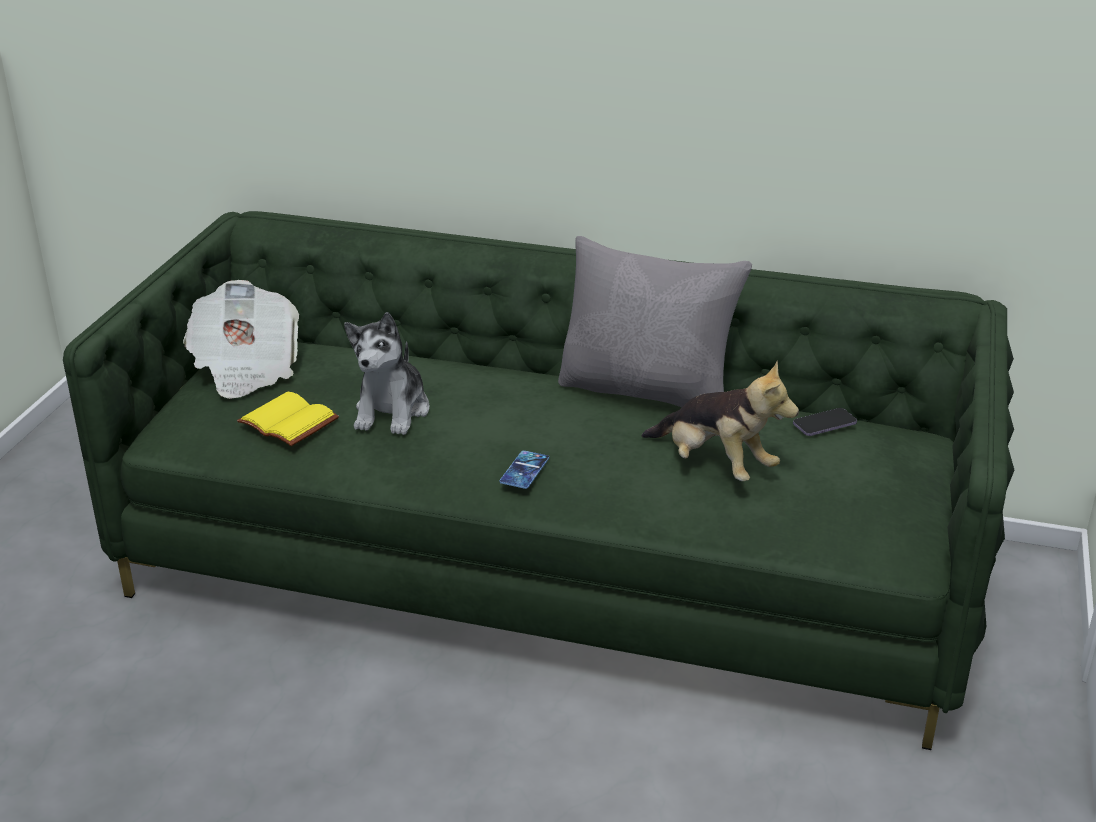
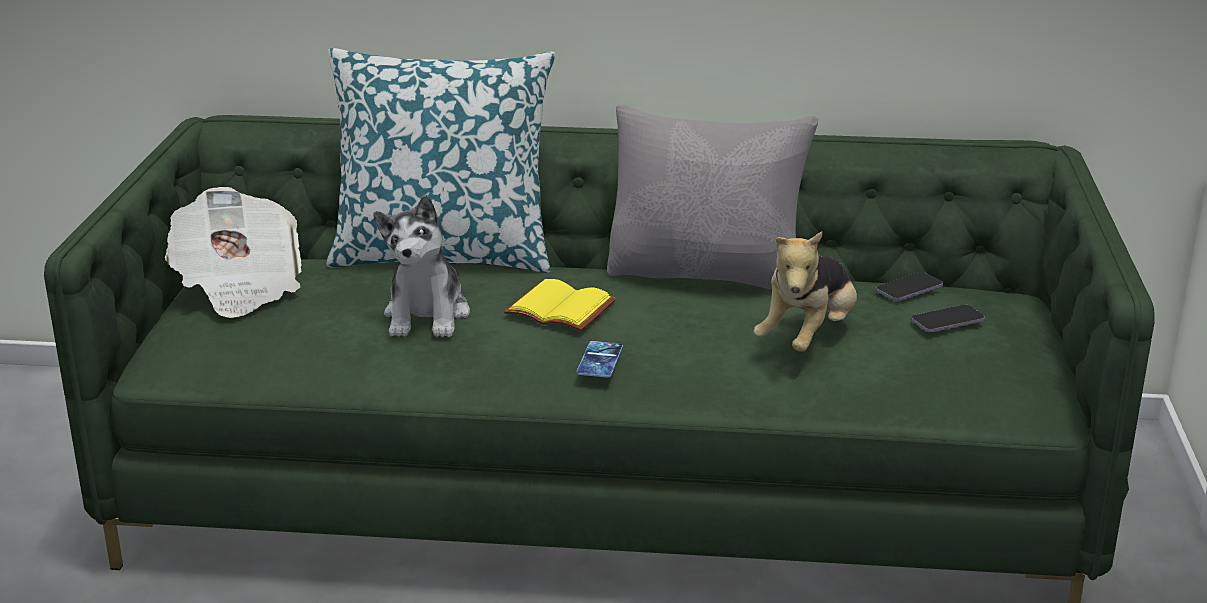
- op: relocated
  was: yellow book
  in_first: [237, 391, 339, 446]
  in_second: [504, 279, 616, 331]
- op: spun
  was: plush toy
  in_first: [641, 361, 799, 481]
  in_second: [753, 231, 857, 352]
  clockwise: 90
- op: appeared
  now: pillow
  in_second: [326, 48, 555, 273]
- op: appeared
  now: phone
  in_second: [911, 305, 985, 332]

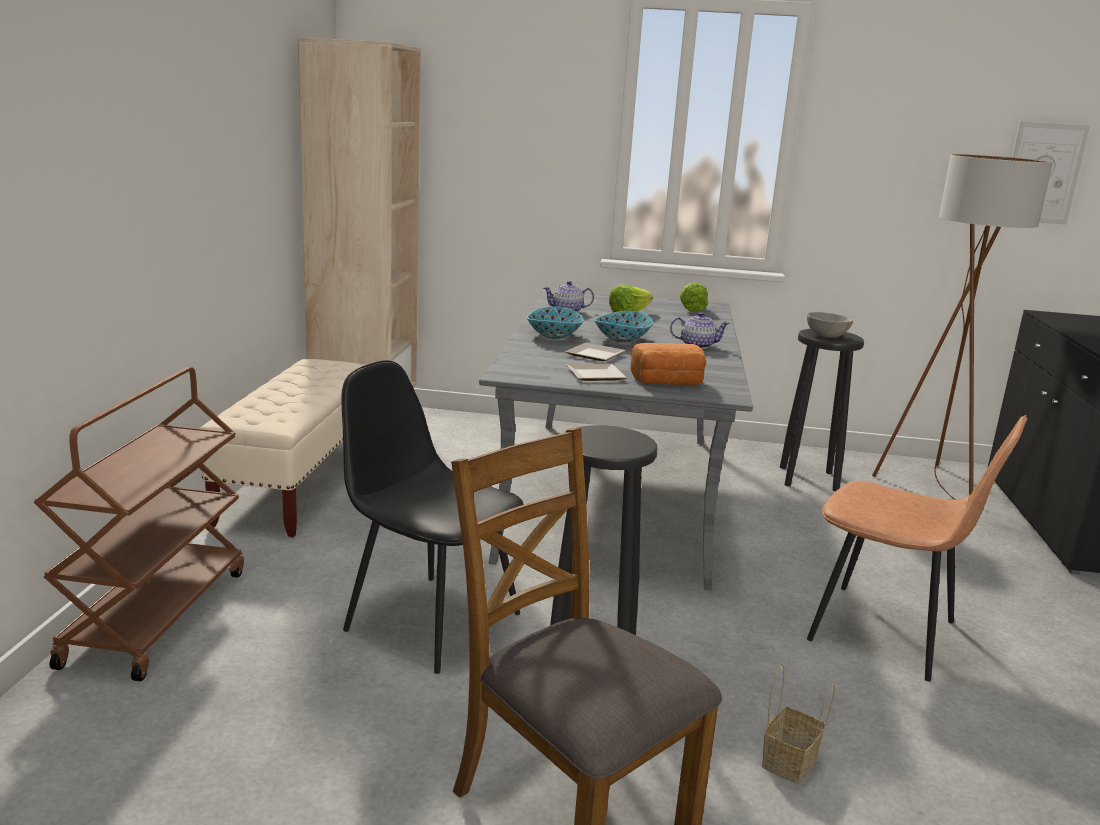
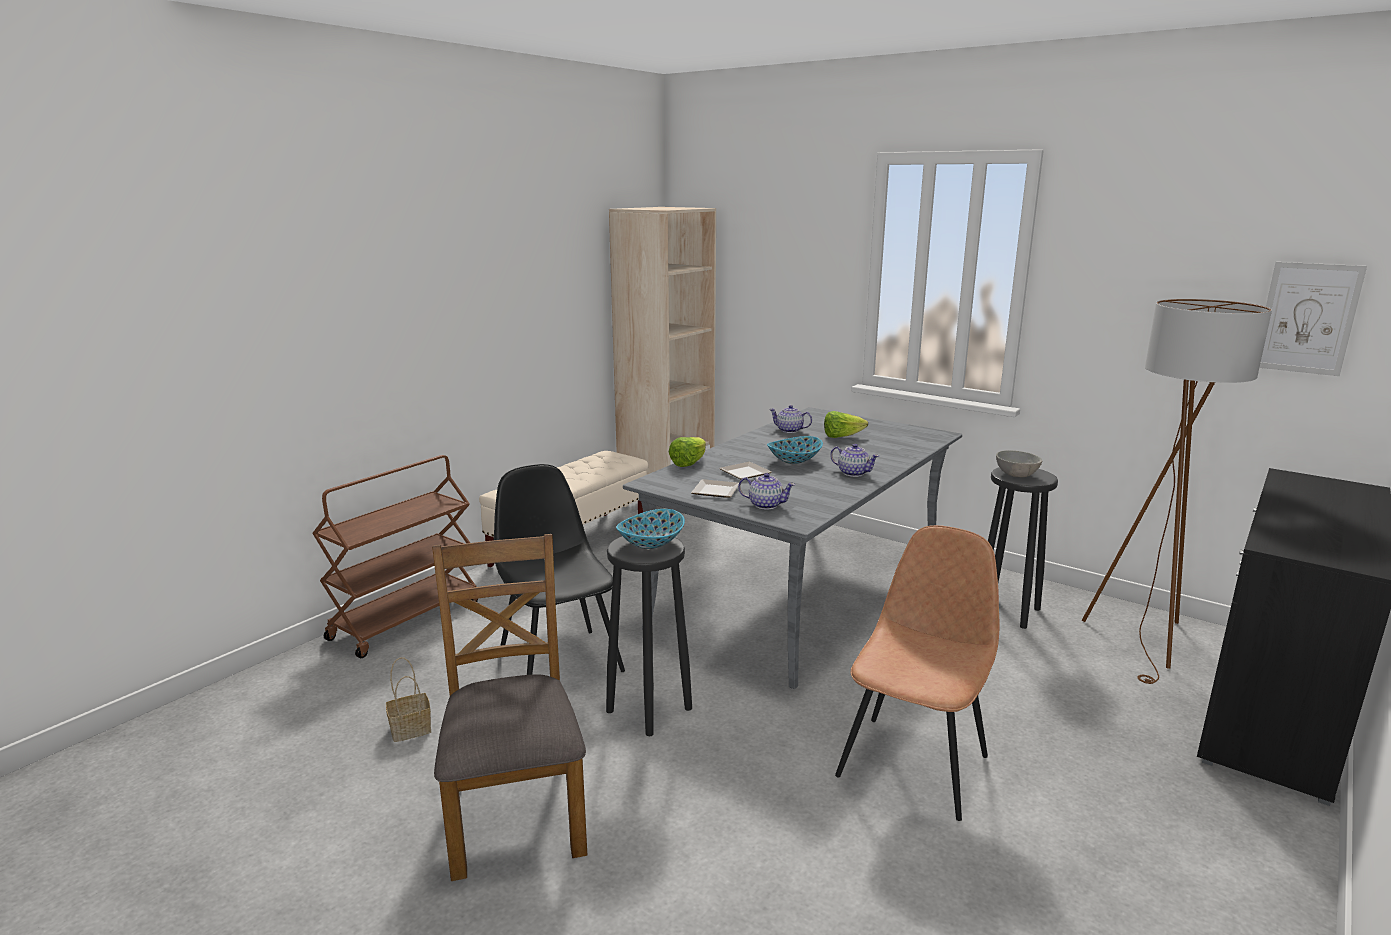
- op: relocated
  was: bowl
  in_first: [527, 306, 584, 339]
  in_second: [616, 509, 685, 549]
- op: exchanged
  was: bread
  now: teapot
  in_first: [630, 343, 706, 385]
  in_second: [738, 473, 795, 510]
- op: relocated
  was: lettuce
  in_first: [680, 282, 708, 312]
  in_second: [669, 437, 706, 467]
- op: relocated
  was: basket
  in_first: [762, 663, 835, 784]
  in_second: [386, 657, 431, 742]
- op: spun
  was: brown chair
  in_first: [807, 415, 1028, 681]
  in_second: [835, 525, 1000, 821]
  clockwise: -120

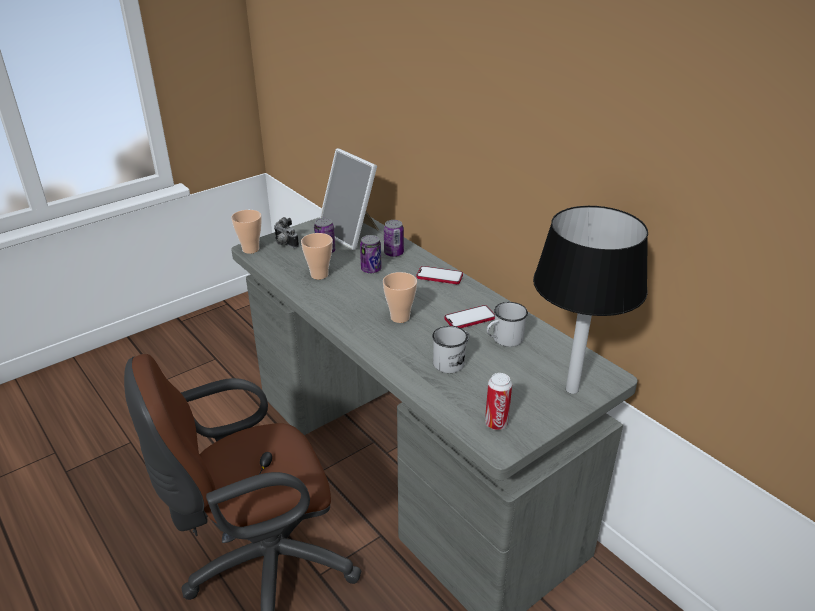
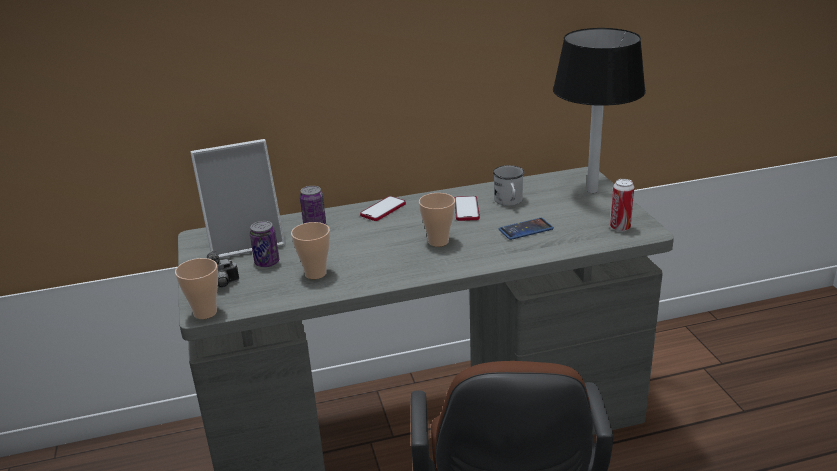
- op: missing
  was: can
  in_first: [360, 235, 382, 273]
- op: exchanged
  was: white mug
  now: phone
  in_first: [432, 326, 470, 373]
  in_second: [499, 218, 554, 240]

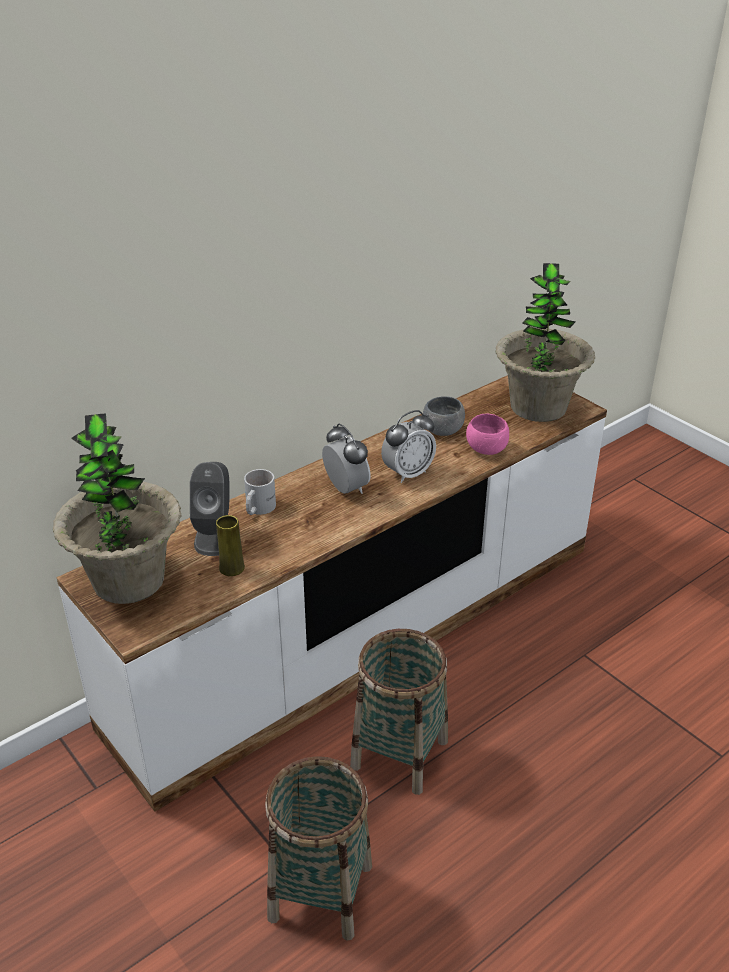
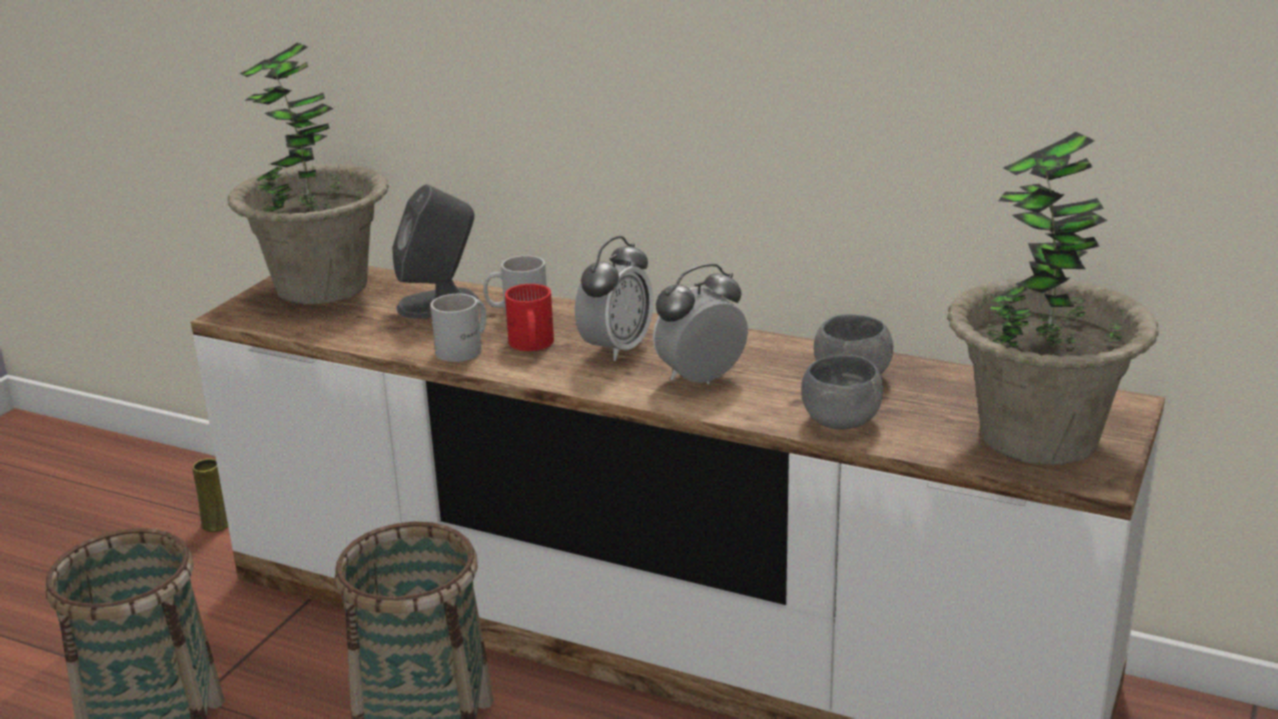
- op: relocated
  was: yellow vase
  in_first: [216, 515, 245, 576]
  in_second: [192, 458, 228, 532]
- op: spun
  was: alarm clock
  in_first: [381, 410, 436, 483]
  in_second: [653, 264, 748, 384]
  clockwise: 120
- op: colour
  was: pink bowl
  now: grey bowl
  in_first: [466, 414, 509, 455]
  in_second: [801, 355, 883, 429]
- op: appeared
  now: white mug
  in_second: [430, 294, 487, 362]
- op: appeared
  now: red mug
  in_second: [505, 284, 554, 351]

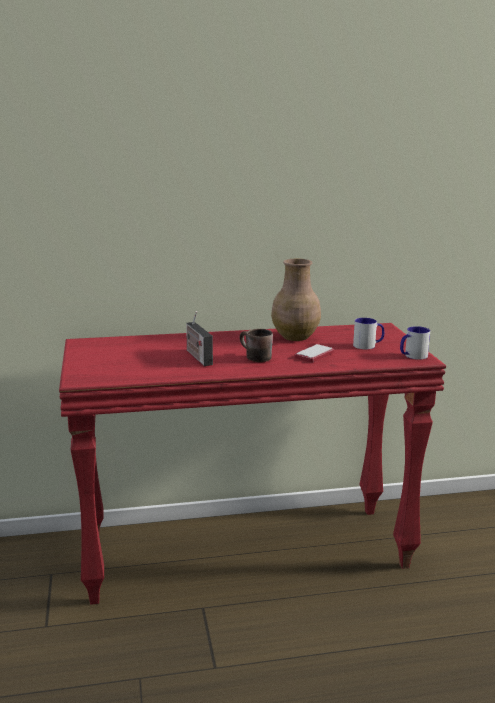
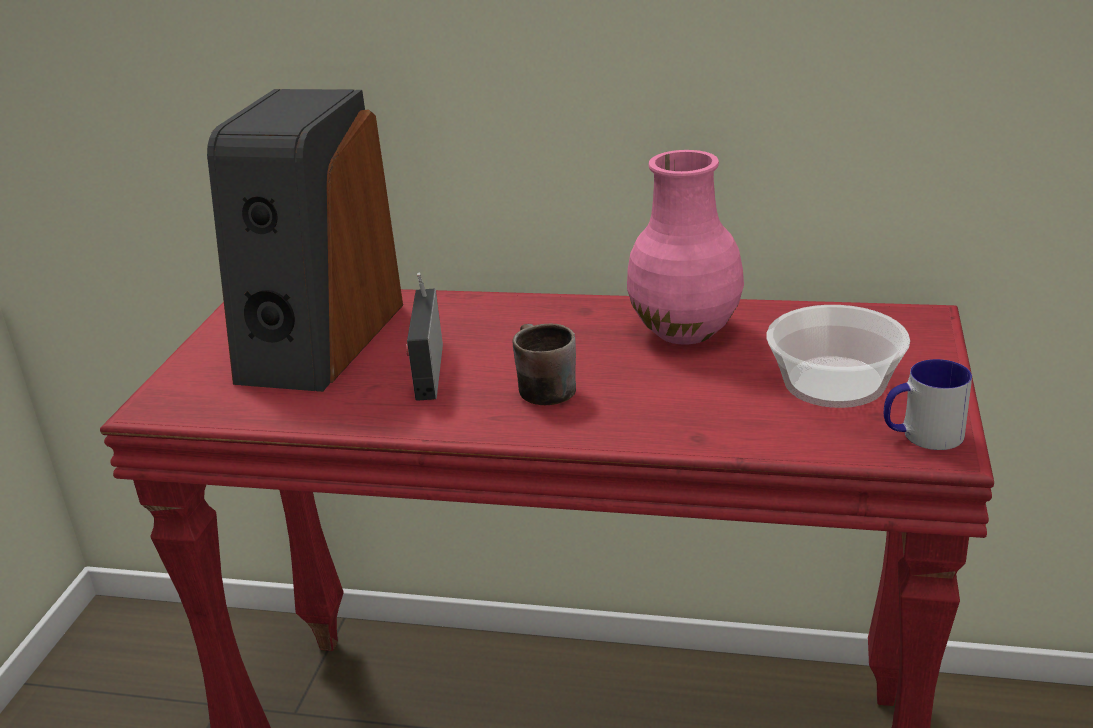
- op: colour
  was: brown vase
  now: pink vase
  in_first: [271, 259, 321, 341]
  in_second: [627, 150, 744, 345]
- op: missing
  was: phone
  in_first: [295, 344, 334, 362]
- op: exchanged
  was: mug
  now: bowl
  in_first: [353, 318, 384, 349]
  in_second: [766, 305, 910, 408]
- op: appeared
  now: speaker
  in_second: [207, 89, 403, 392]

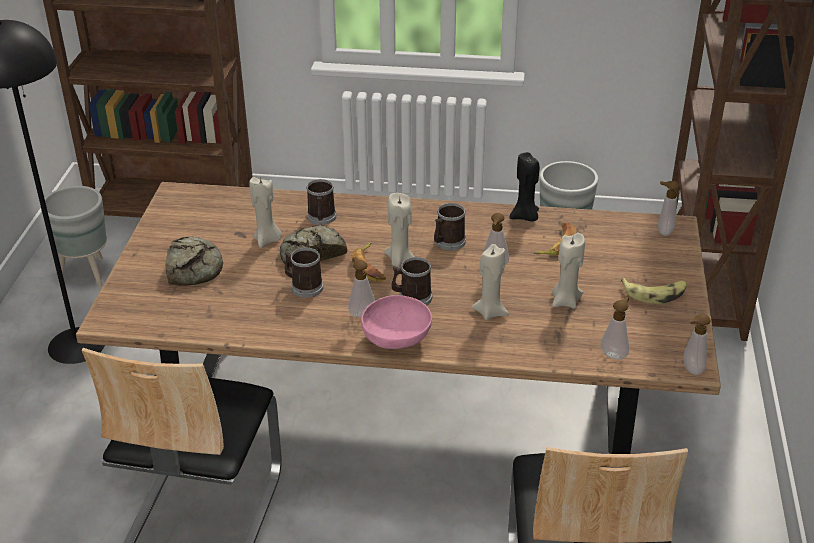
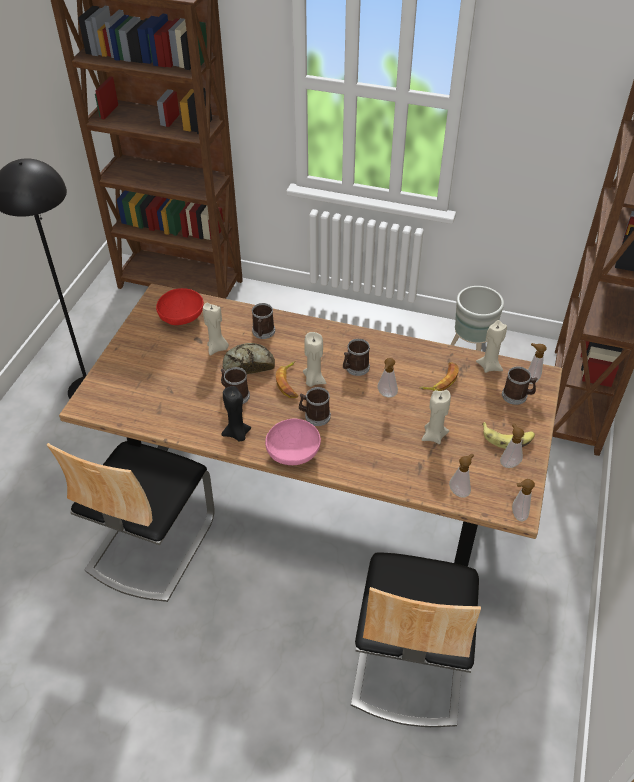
- op: missing
  was: grey planter
  in_first: [41, 186, 107, 287]
- op: missing
  was: bread
  in_first: [166, 236, 223, 285]
- op: relocated
  was: soap dispenser
  in_first: [348, 257, 375, 317]
  in_second: [500, 423, 524, 468]
- op: relocated
  was: beige candle
  in_first: [471, 244, 509, 321]
  in_second: [476, 320, 507, 373]
- op: relocated
  was: black candle
  in_first: [510, 152, 540, 222]
  in_second: [222, 386, 251, 441]
- op: appeared
  now: red bowl
  in_second: [156, 288, 204, 325]
- op: appeared
  now: mug
  in_second: [502, 366, 538, 405]

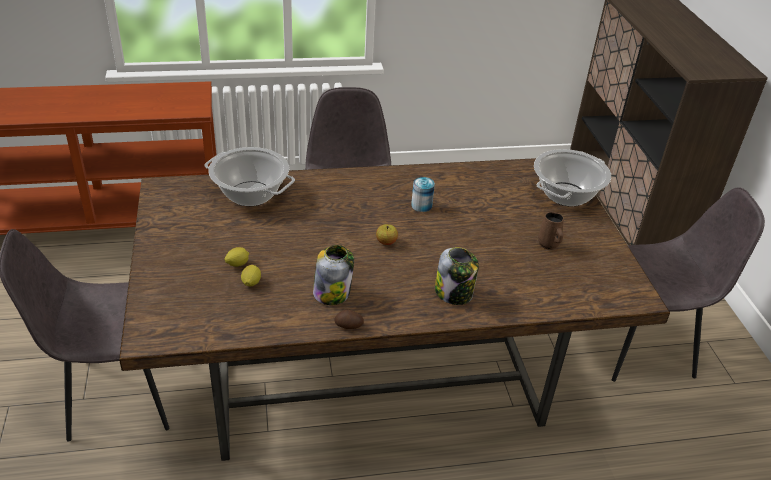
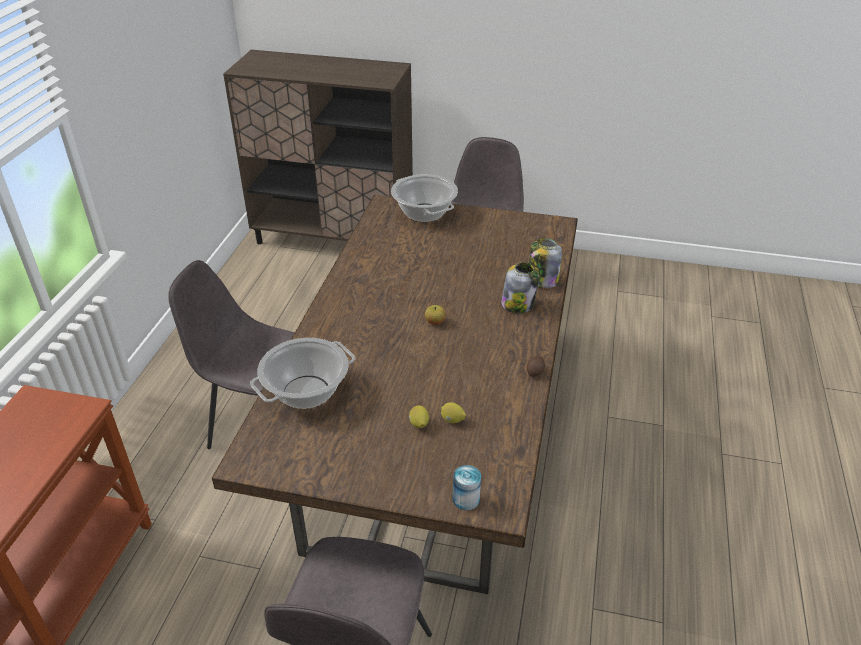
- op: relocated
  was: jar
  in_first: [313, 245, 354, 305]
  in_second: [529, 238, 562, 288]
- op: relocated
  was: can
  in_first: [411, 177, 435, 212]
  in_second: [453, 465, 481, 511]
- op: missing
  was: brown mug
  in_first: [538, 211, 564, 250]

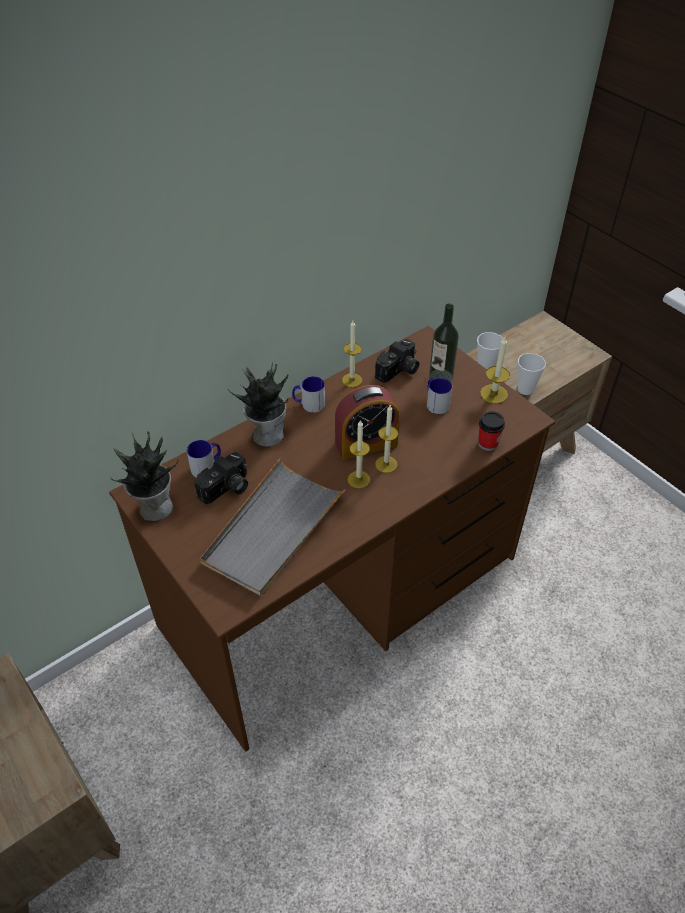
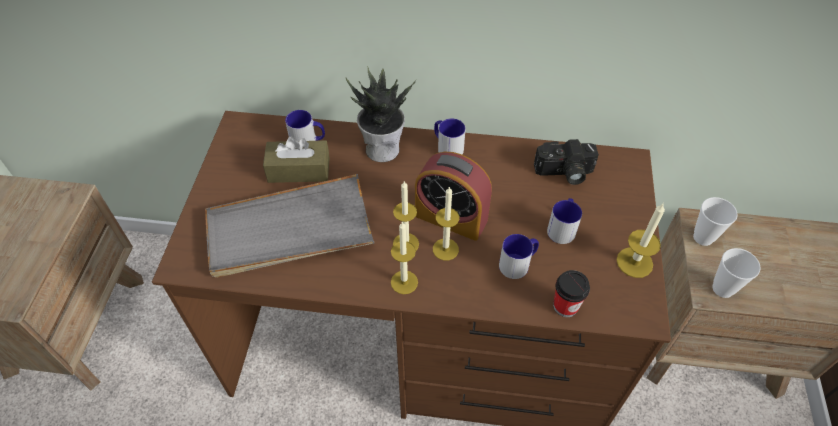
- op: missing
  was: potted plant
  in_first: [111, 431, 179, 521]
- op: exchanged
  was: photo camera
  now: brown tissue box
  in_first: [194, 452, 248, 504]
  in_second: [263, 136, 330, 183]
- op: relocated
  was: candle
  in_first: [342, 321, 362, 387]
  in_second: [391, 221, 418, 294]
- op: missing
  was: bottle
  in_first: [429, 303, 459, 382]
- op: appeared
  now: mug
  in_second: [499, 234, 539, 279]

